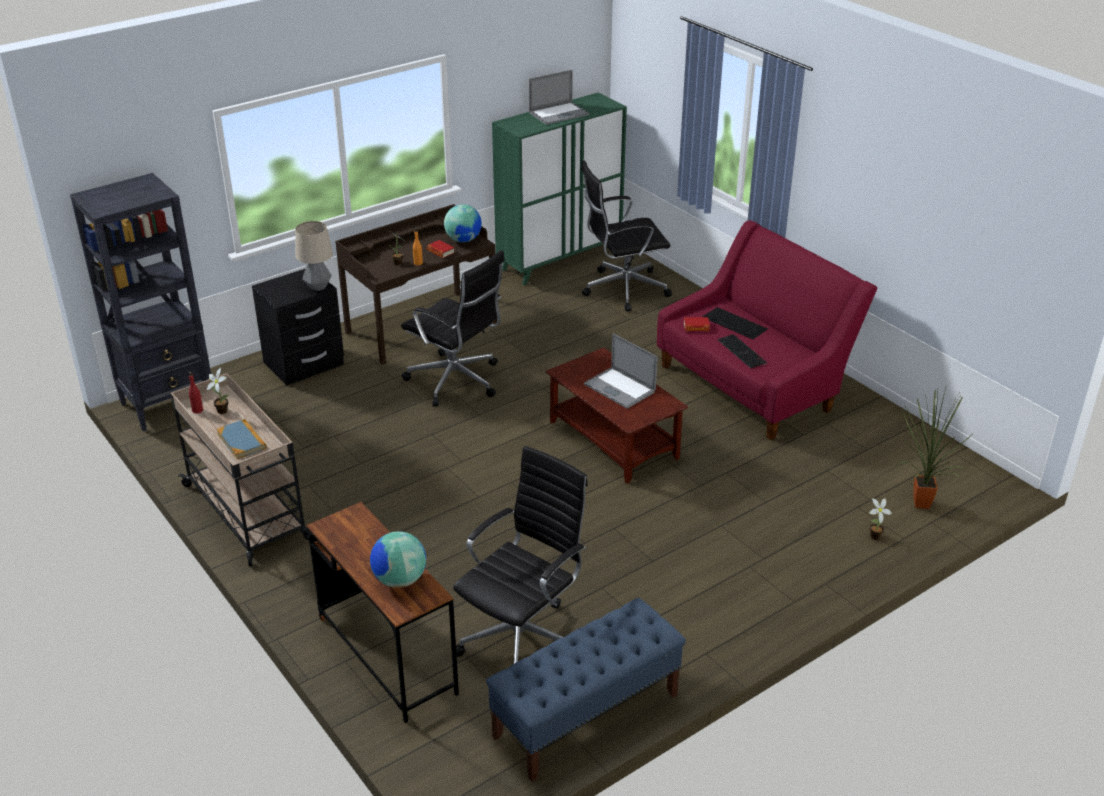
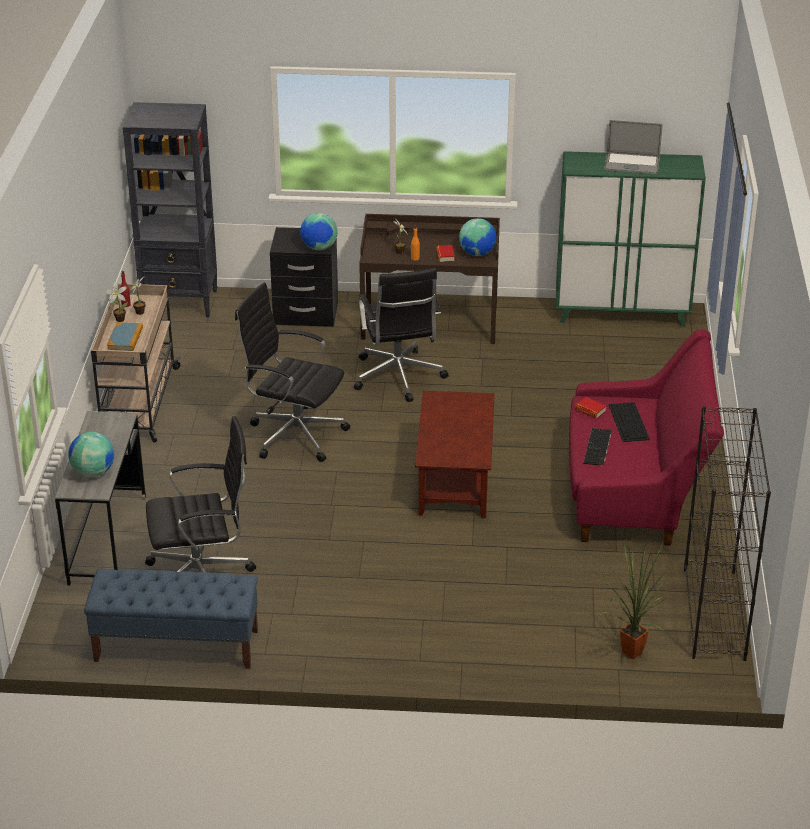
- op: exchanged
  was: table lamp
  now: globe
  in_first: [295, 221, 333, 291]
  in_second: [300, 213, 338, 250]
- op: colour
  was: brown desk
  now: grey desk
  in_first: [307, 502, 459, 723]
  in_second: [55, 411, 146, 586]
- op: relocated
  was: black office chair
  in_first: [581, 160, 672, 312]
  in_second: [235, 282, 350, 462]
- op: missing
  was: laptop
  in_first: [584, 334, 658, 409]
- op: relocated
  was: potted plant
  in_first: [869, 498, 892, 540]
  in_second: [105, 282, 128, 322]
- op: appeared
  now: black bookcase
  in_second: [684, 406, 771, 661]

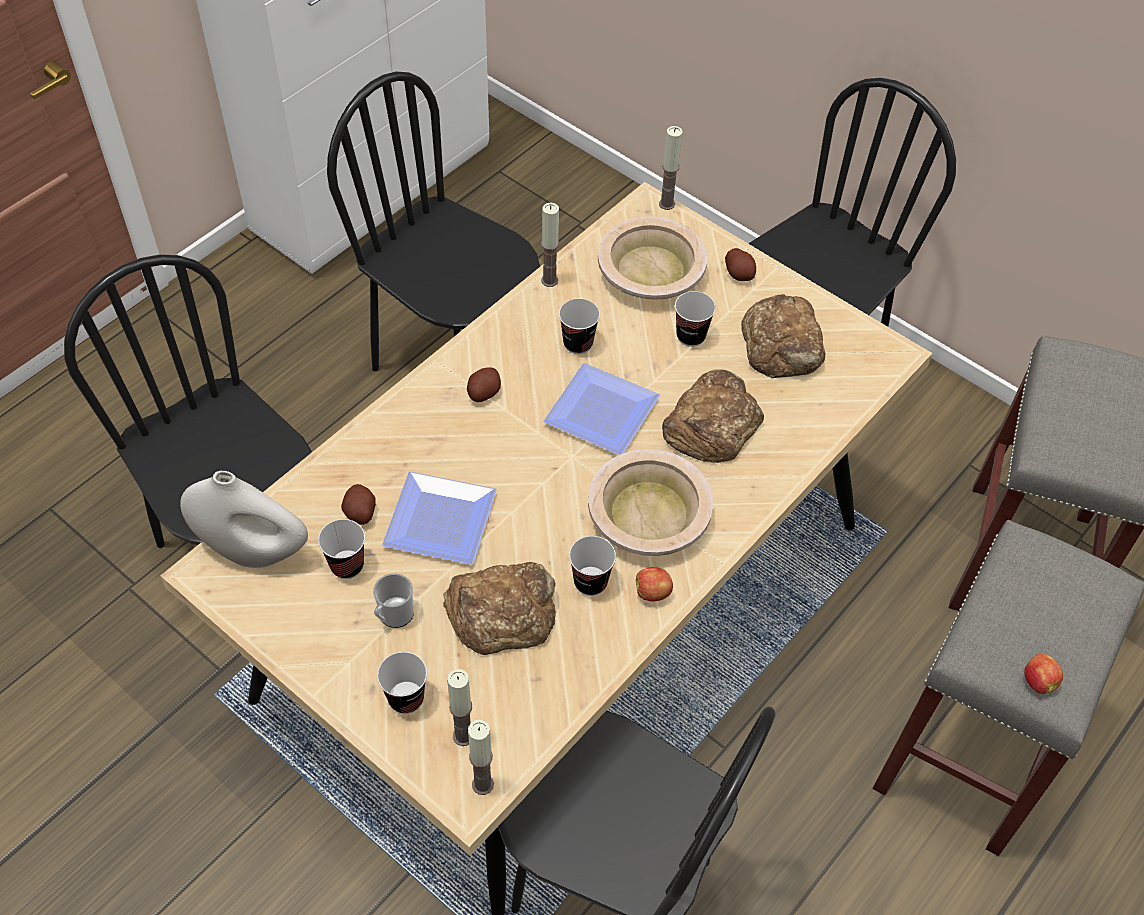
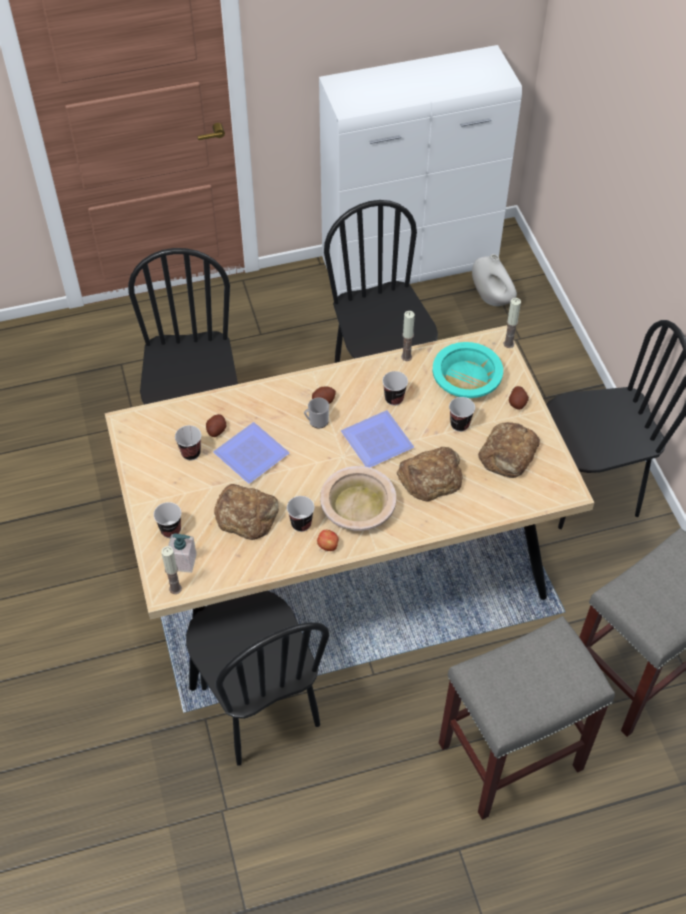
- op: relocated
  was: white vase
  in_first: [180, 471, 308, 568]
  in_second: [472, 254, 517, 306]
- op: relocated
  was: mug
  in_first: [373, 573, 414, 628]
  in_second: [304, 398, 329, 428]
- op: exchanged
  was: candle
  now: soap dispenser
  in_first: [447, 669, 472, 746]
  in_second: [168, 533, 197, 573]
- op: colour
  was: beige bowl
  now: turquoise bowl
  in_first: [598, 217, 707, 300]
  in_second: [433, 342, 503, 398]
- op: missing
  was: apple
  in_first: [1024, 654, 1063, 694]

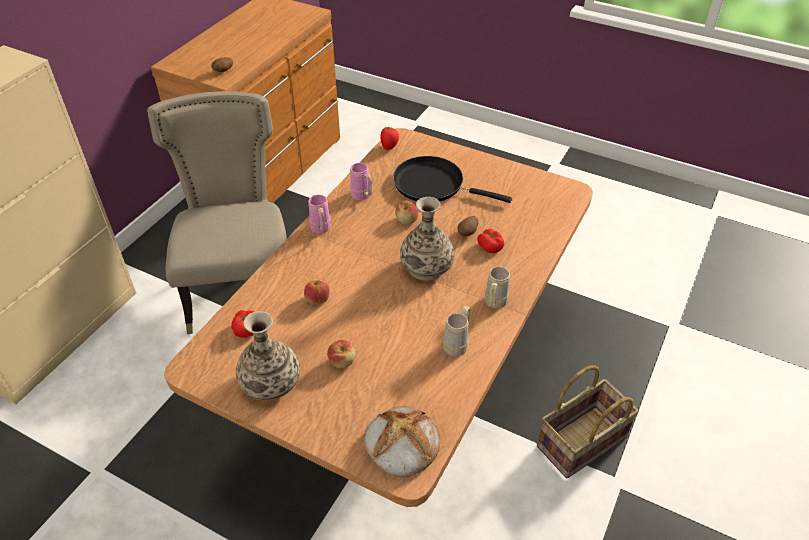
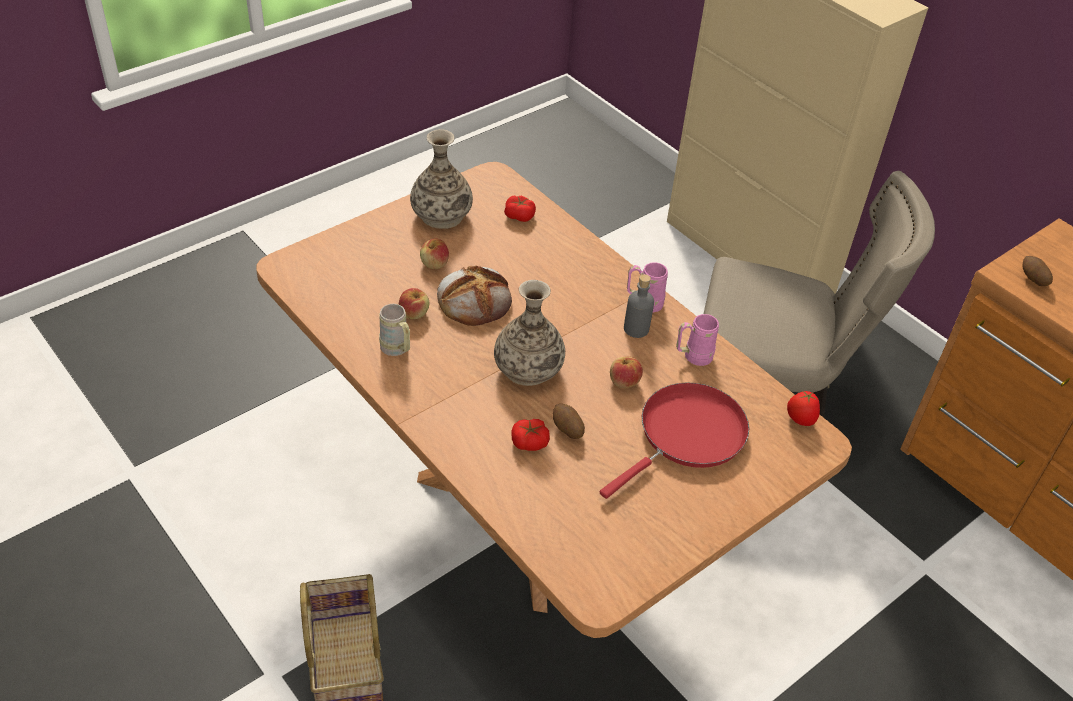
- op: relocated
  was: apple
  in_first: [304, 279, 330, 304]
  in_second: [399, 288, 429, 319]
- op: relocated
  was: bread
  in_first: [364, 406, 440, 477]
  in_second: [437, 266, 512, 326]
- op: colour
  was: black frying pan
  now: red frying pan
  in_first: [393, 156, 512, 203]
  in_second: [600, 383, 749, 499]
- op: missing
  was: beige mug
  in_first: [485, 266, 510, 308]
- op: appeared
  now: grey bottle
  in_second: [624, 274, 654, 338]

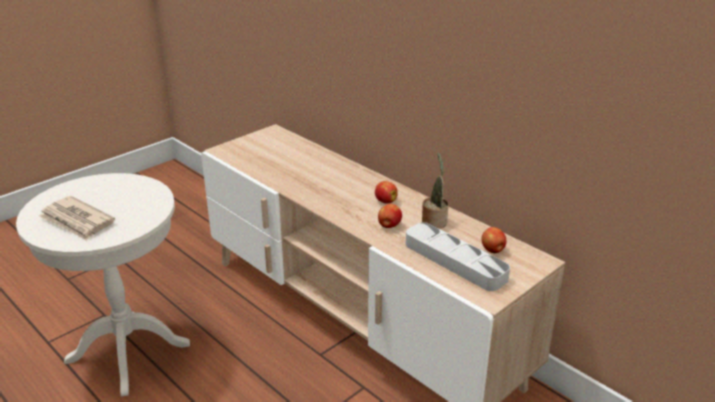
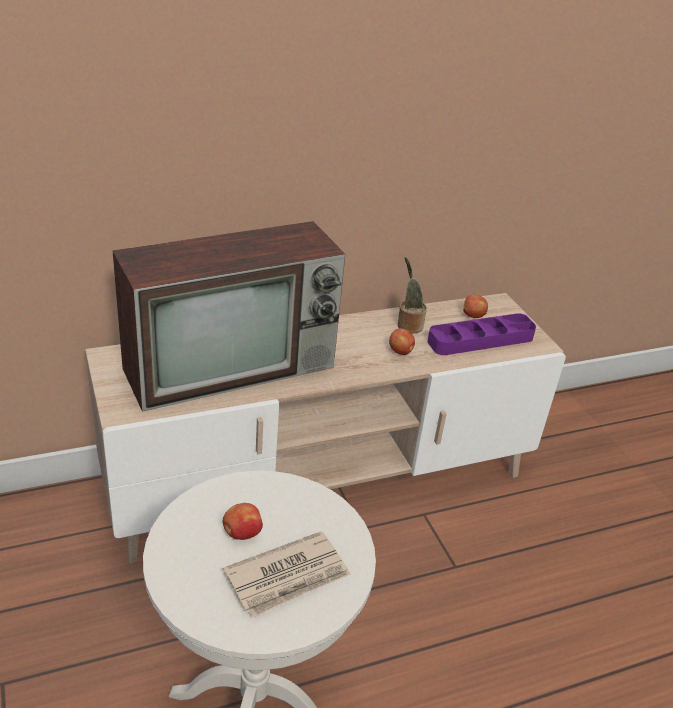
- op: relocated
  was: apple
  in_first: [375, 181, 398, 204]
  in_second: [223, 503, 263, 540]
- op: colour
  was: grey tray
  now: purple tray
  in_first: [406, 222, 510, 291]
  in_second: [427, 313, 536, 355]
- op: appeared
  now: television
  in_second: [113, 221, 345, 412]

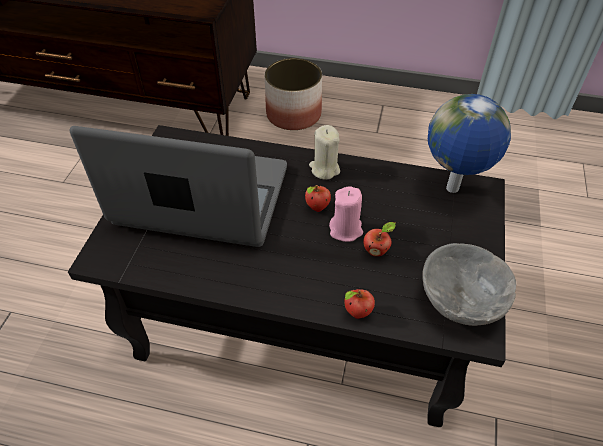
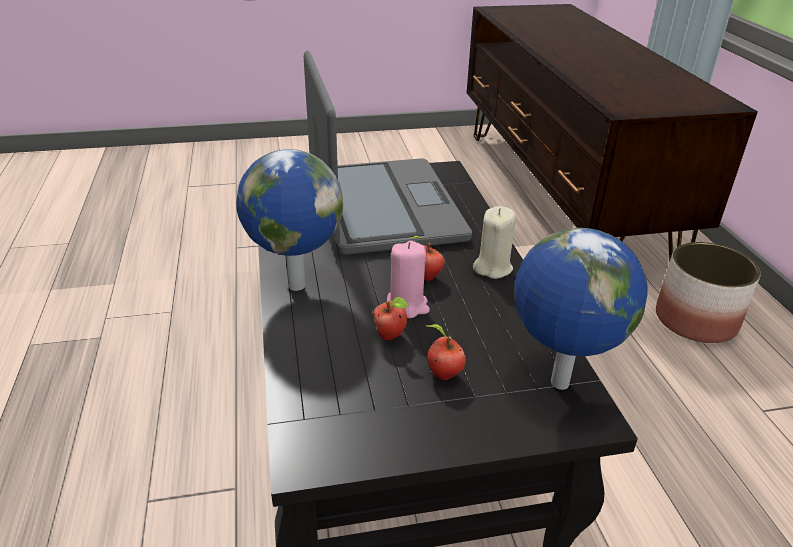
- op: relocated
  was: apple
  in_first: [344, 289, 375, 319]
  in_second: [425, 324, 466, 380]
- op: missing
  was: grey bowl
  in_first: [422, 243, 516, 326]
- op: appeared
  now: globe
  in_second: [236, 149, 343, 291]

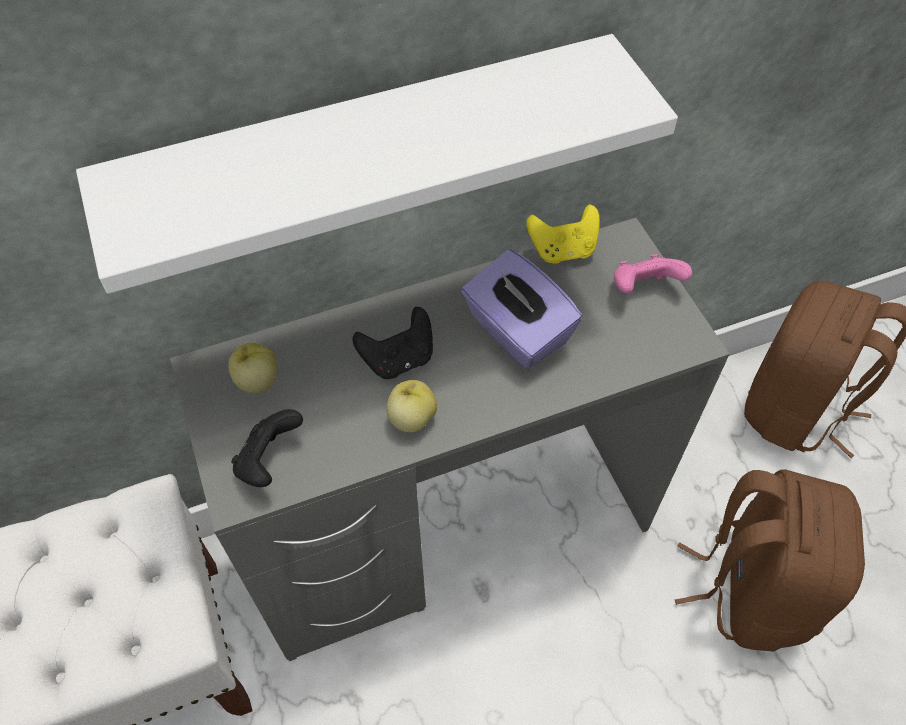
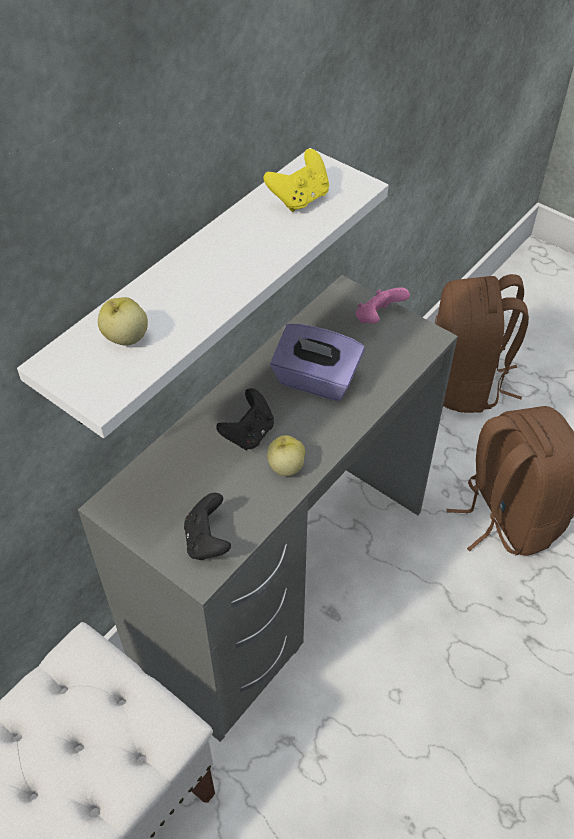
- op: relocated
  was: apple
  in_first: [228, 343, 277, 394]
  in_second: [98, 297, 148, 346]
- op: relocated
  was: yellow game controller
  in_first: [527, 205, 600, 263]
  in_second: [263, 149, 329, 212]

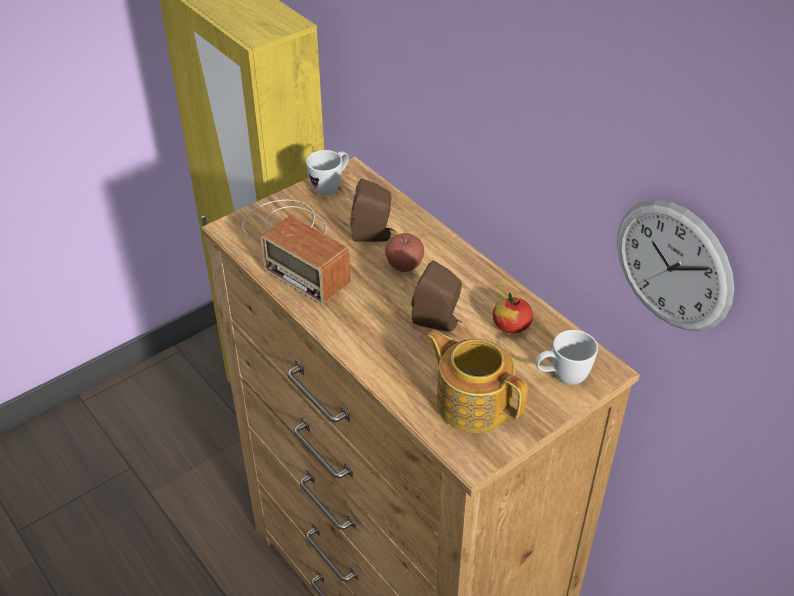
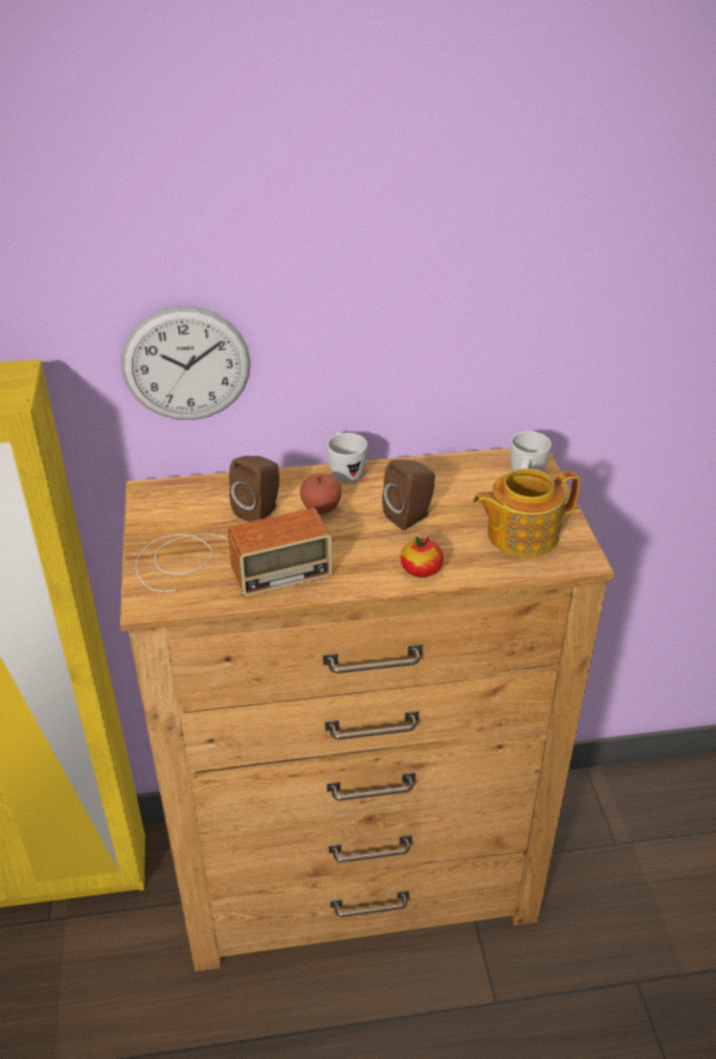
- op: relocated
  was: white mug
  in_first: [306, 150, 349, 195]
  in_second: [327, 432, 367, 483]
- op: relocated
  was: apple
  in_first: [493, 292, 533, 334]
  in_second: [400, 537, 444, 578]
- op: relocated
  was: wall clock
  in_first: [617, 199, 734, 331]
  in_second: [121, 306, 251, 420]

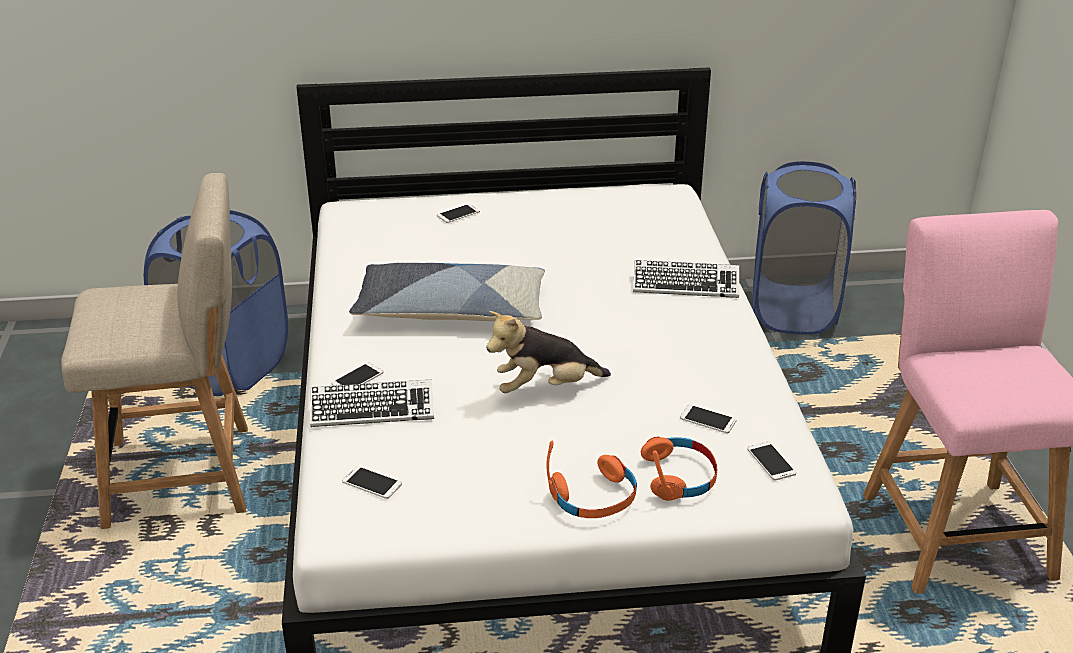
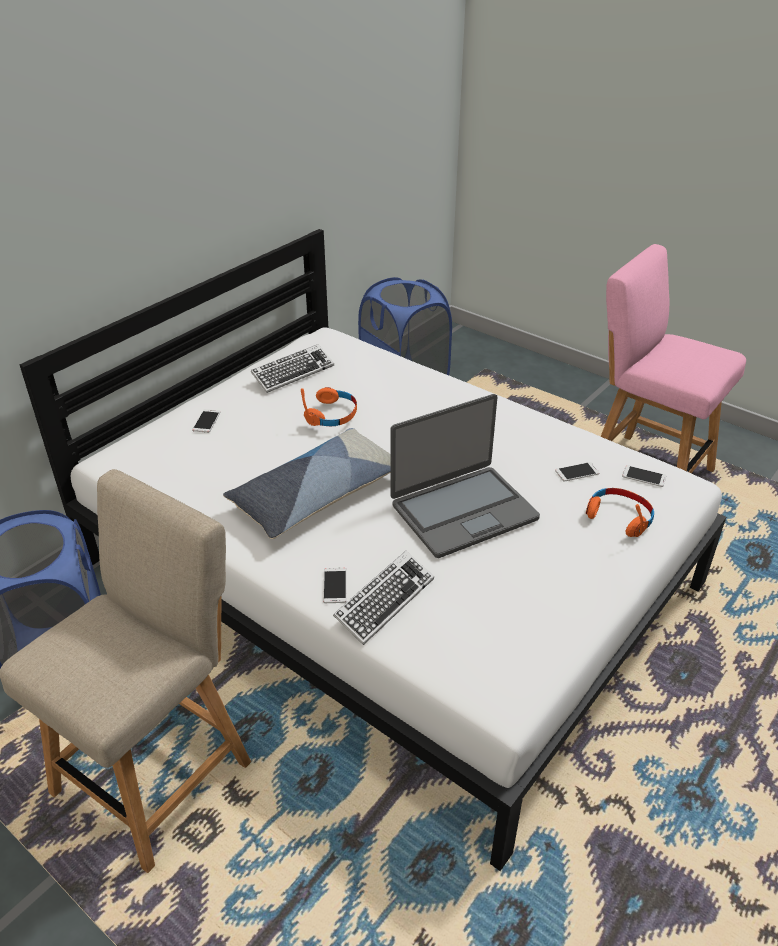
- op: missing
  was: phone
  in_first: [342, 466, 402, 499]
- op: exchanged
  was: plush toy
  now: laptop
  in_first: [486, 311, 611, 393]
  in_second: [390, 394, 540, 558]
- op: relocated
  was: orange headphones
  in_first: [546, 441, 637, 518]
  in_second: [301, 387, 357, 426]
- op: relocated
  was: keyboard
  in_first: [633, 260, 739, 298]
  in_second: [251, 344, 334, 393]

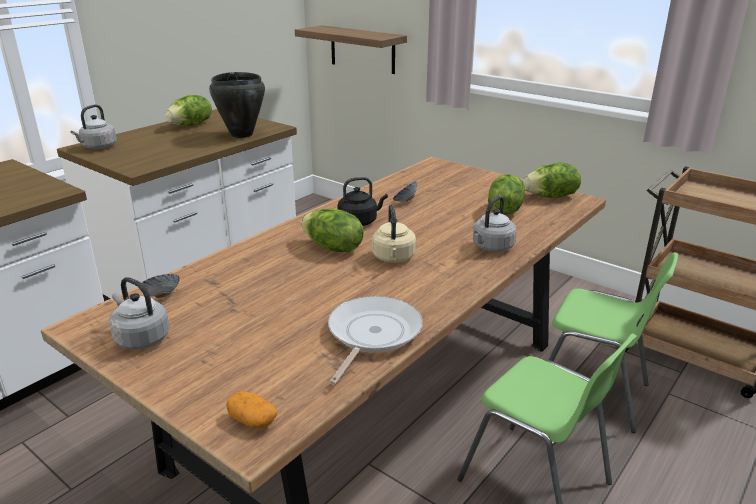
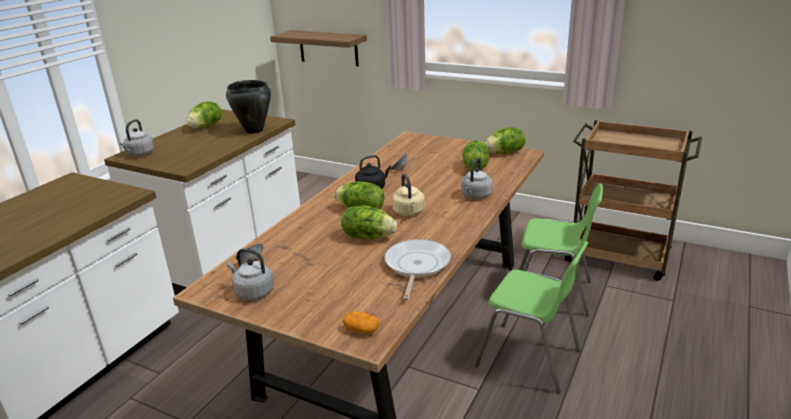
- op: appeared
  now: lettuce
  in_second: [341, 205, 397, 239]

